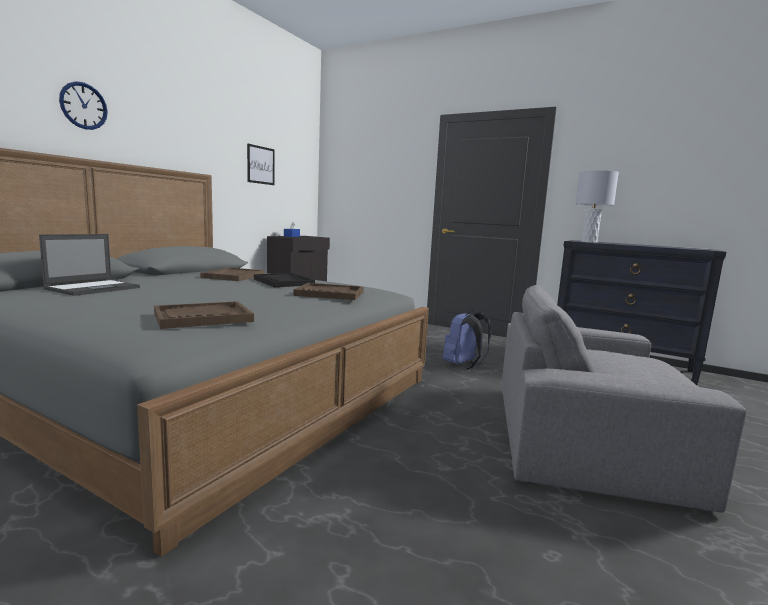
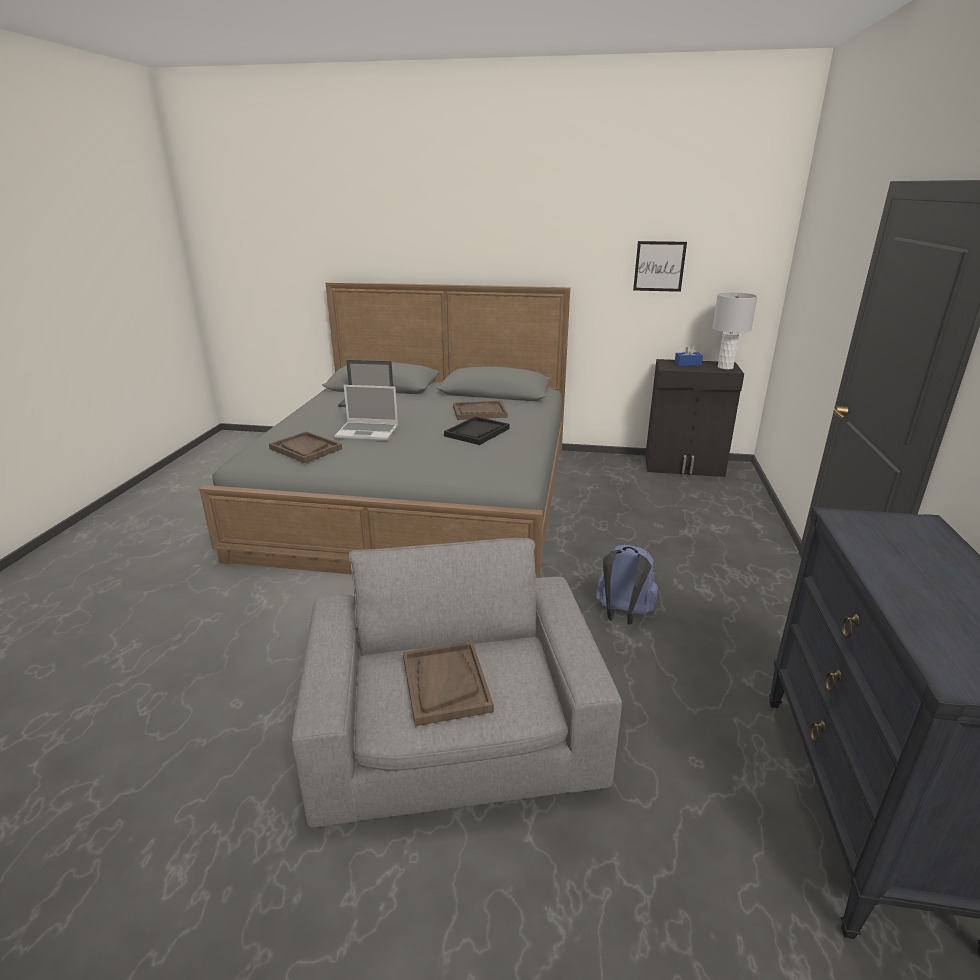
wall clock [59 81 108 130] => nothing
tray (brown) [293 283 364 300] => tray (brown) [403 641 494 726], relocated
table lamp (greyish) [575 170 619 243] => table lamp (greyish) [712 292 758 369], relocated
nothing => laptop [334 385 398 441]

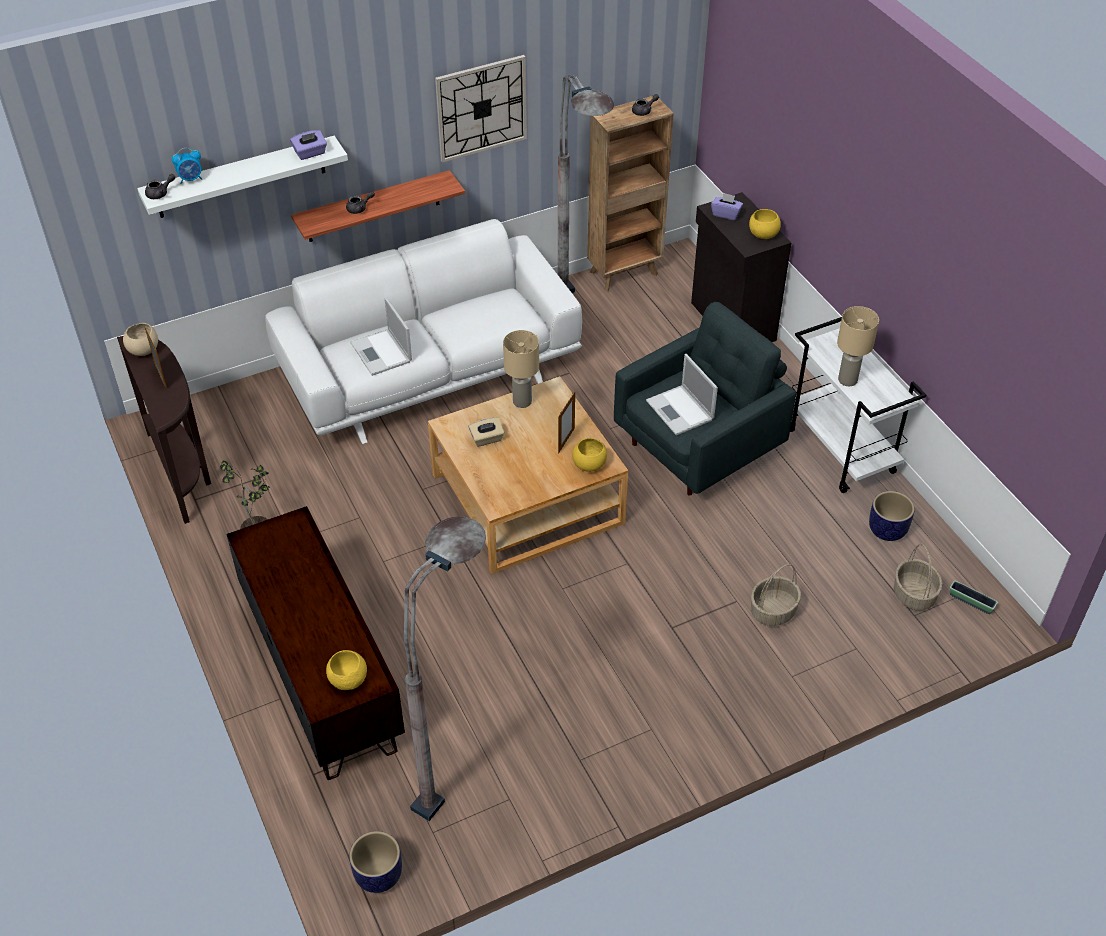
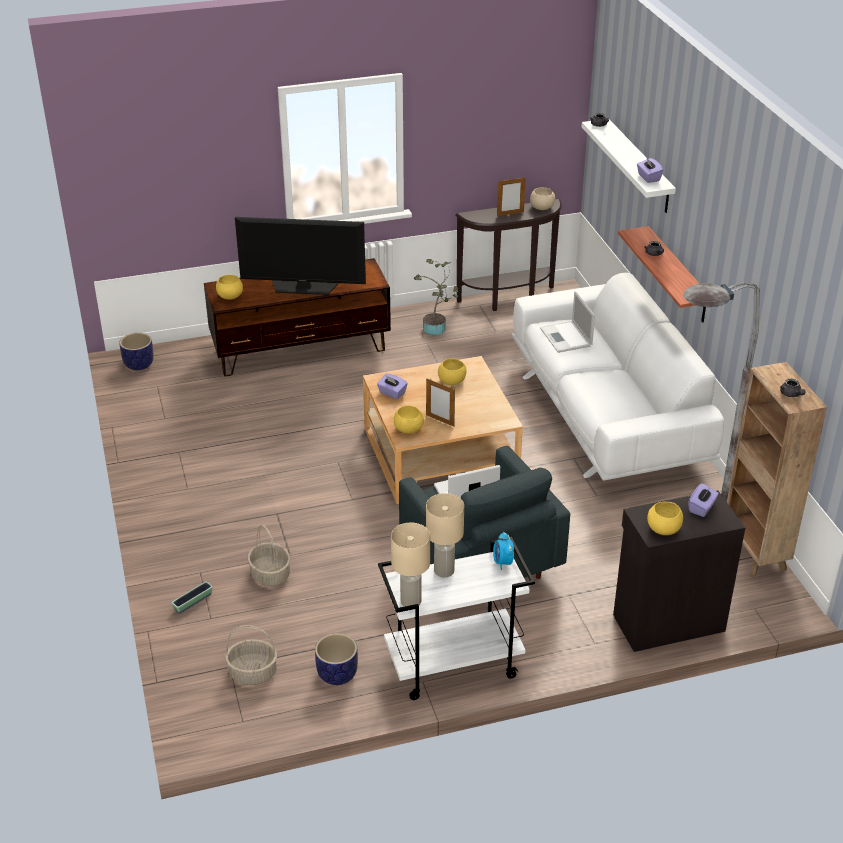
alarm clock [172 148 202 184] => alarm clock [493 532 514 570], relocated
laptop [350 297 412 376] => laptop [540 292 595 353], 90 degrees counterclockwise
standard lamp (greyish) [404 516 486 821] => nothing
wall clock [435 55 527 163] => nothing
tissue box (beige-coloured) [468 417 504 447] => serving bowl (yellowish) [438 358 467 385]
table lamp (beige-coloured) [503 330 539 408] => table lamp (beige-coloured) [391 523 430 607], relocated
flower pot [950 580 998 614] => flower pot [171 581 213 614], relocated
nothing => TV set [235 217 366 295]
nothing => tissue box (purple-coloured) [377 374 408 399]

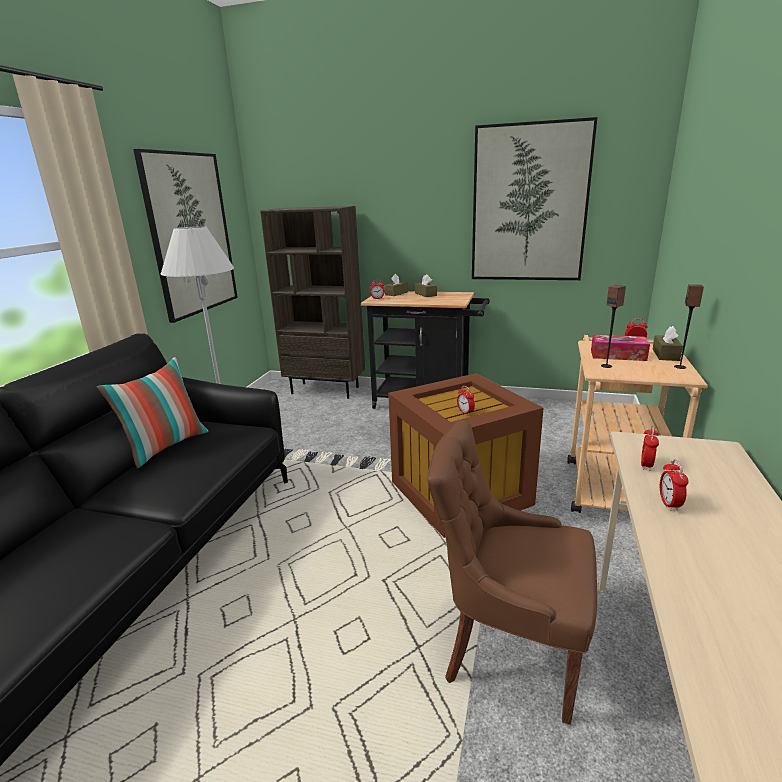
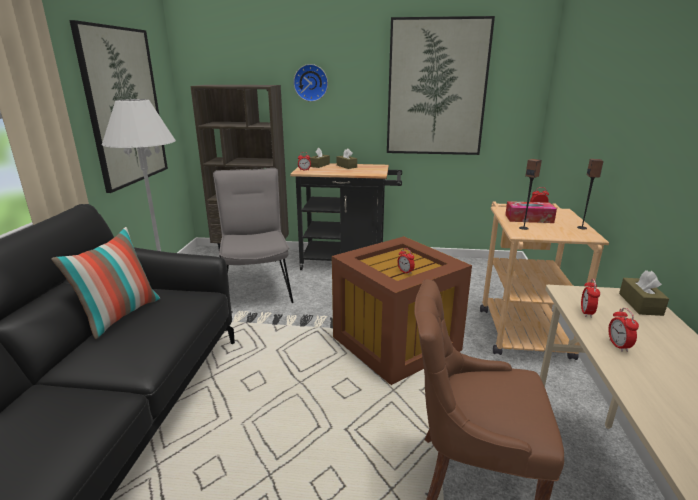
tissue box (brown) [653 326 683 361] => tissue box (brown) [619 270 669 316], relocated
nothing => plain chair (greyish) [213 168 293 303]
nothing => wall clock [294 64 328 102]

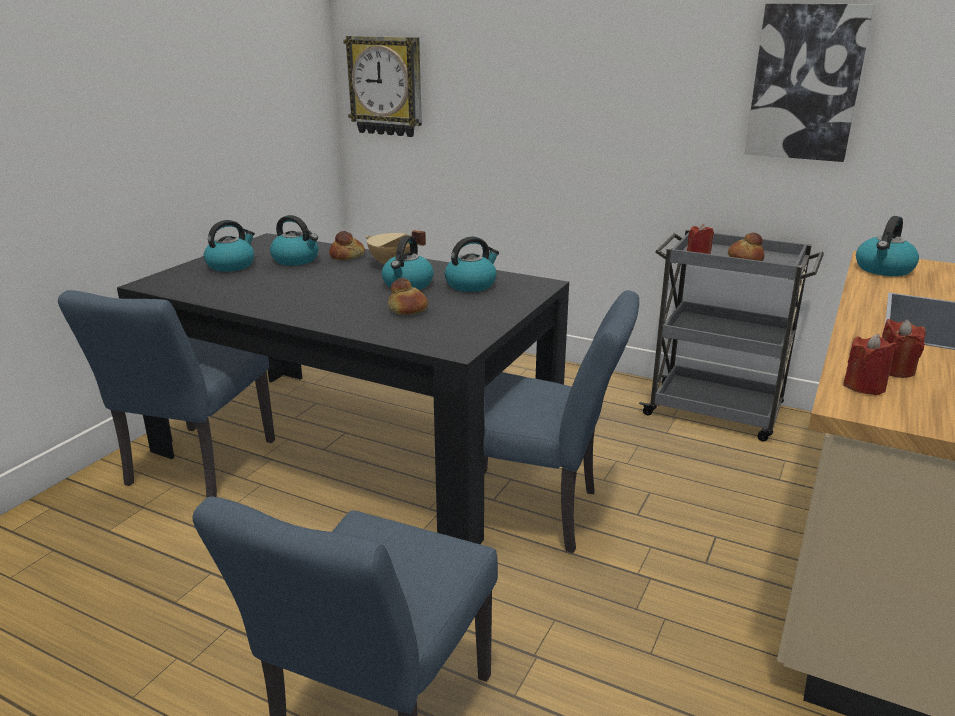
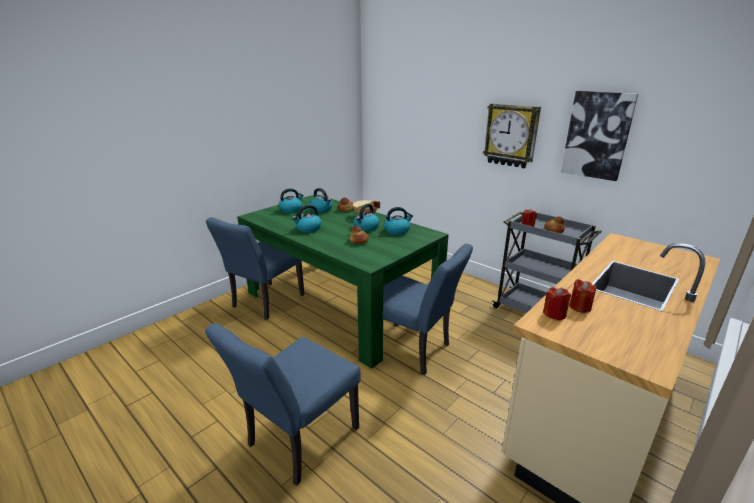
dining table (blackish) [117 233 569 544] => dining table (greenish) [237 194 449 369]
wall clock [343 36 422 137] => wall clock [483 103 541 168], relocated
kettle [856 216 919 276] => kettle [292 205 322 232], relocated

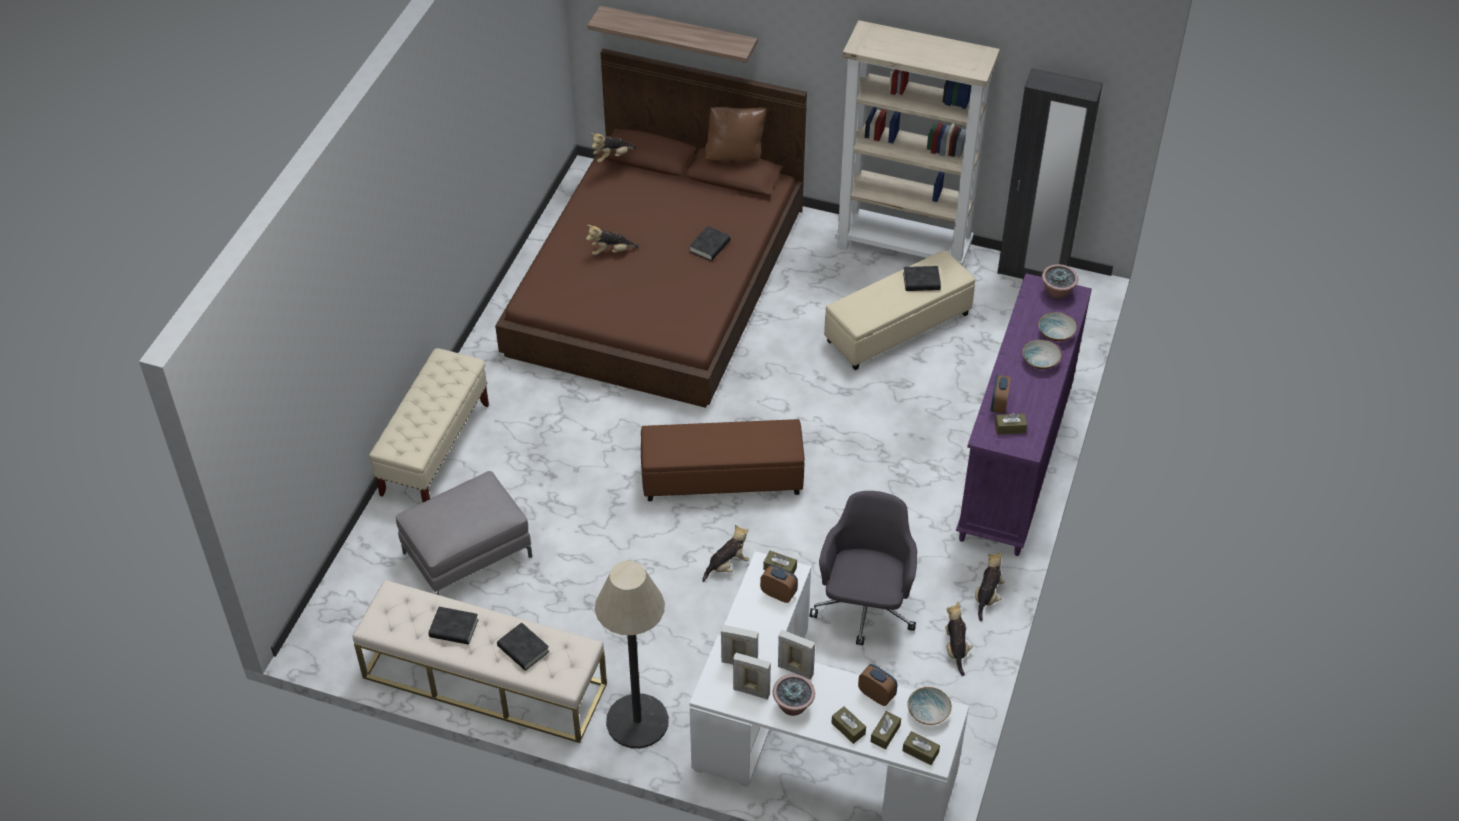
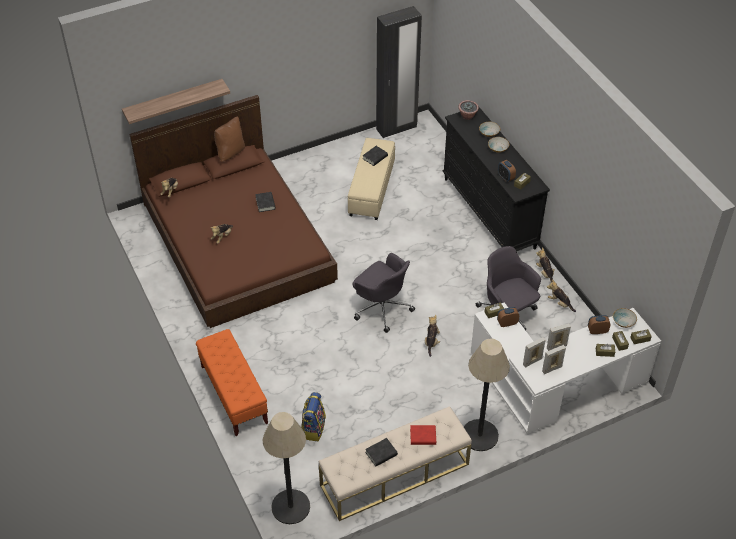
bench (beige-coloured) [369 348 489 502] => bench (orangey) [196 329 268 436]
ottoman (greyish) [396 471 532 595] => rucksack [301 392 326 441]
volume (blackish) [497 623 549 670] => volume (red) [410 425 436 445]
ottoman (brown) [641 419 805 501] => office chair (greyish) [353 253 415 333]
houseplant [773 674 815 716] => nothing
bookcase (beige-coloured) [835 20 1000 266] => nothing
chest of drawers (purple-coloured) [956 273 1092 556] => chest of drawers (blackish) [442 107 550 251]
nothing => standard lamp [262 412 310 524]

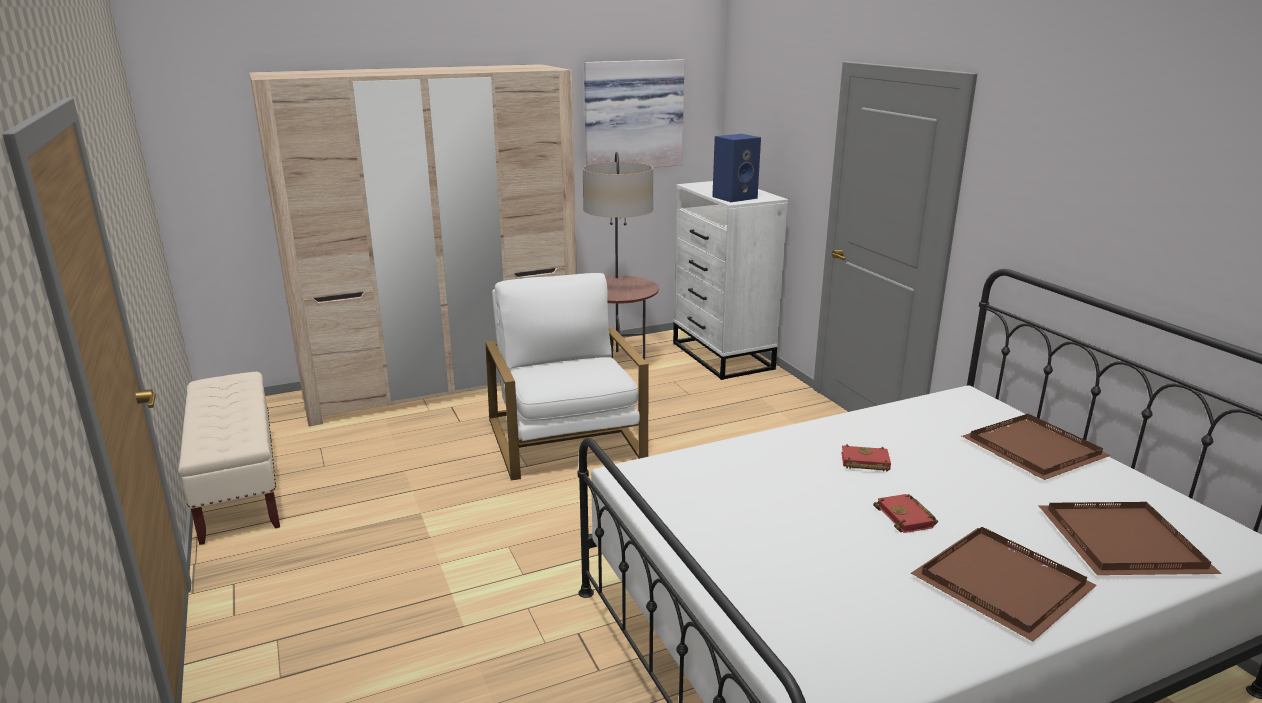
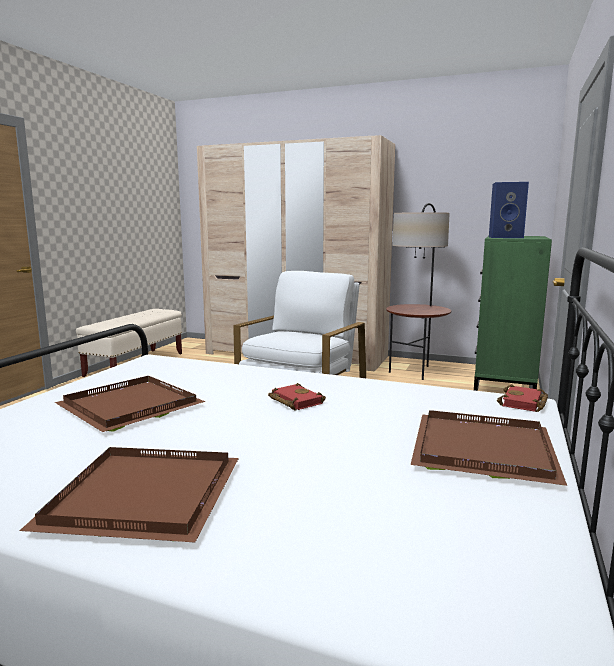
wall picture [584 59 685 168] => nothing
chest of drawers (white-coloured) [673 181 788 380] => chest of drawers (greenish) [474 236 552 391]
volume (red) [873 494 938 533] => volume (red) [497 384 548 412], relocated
tray (brown) [1039 502 1221 575] => tray (brown) [55 376 205 432], relocated

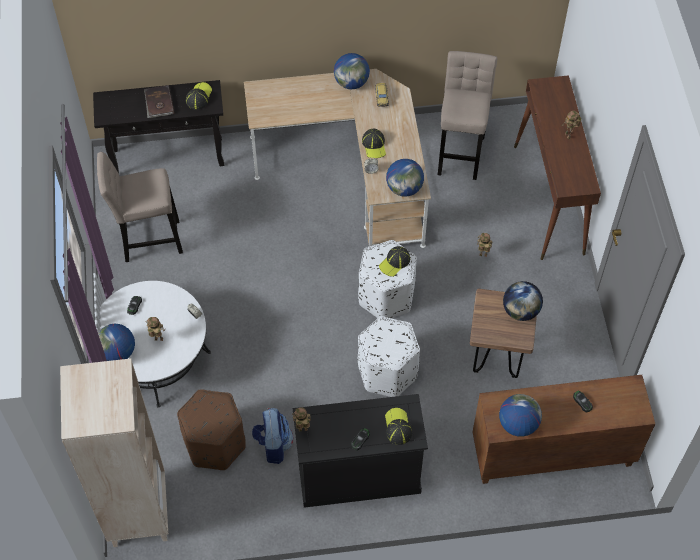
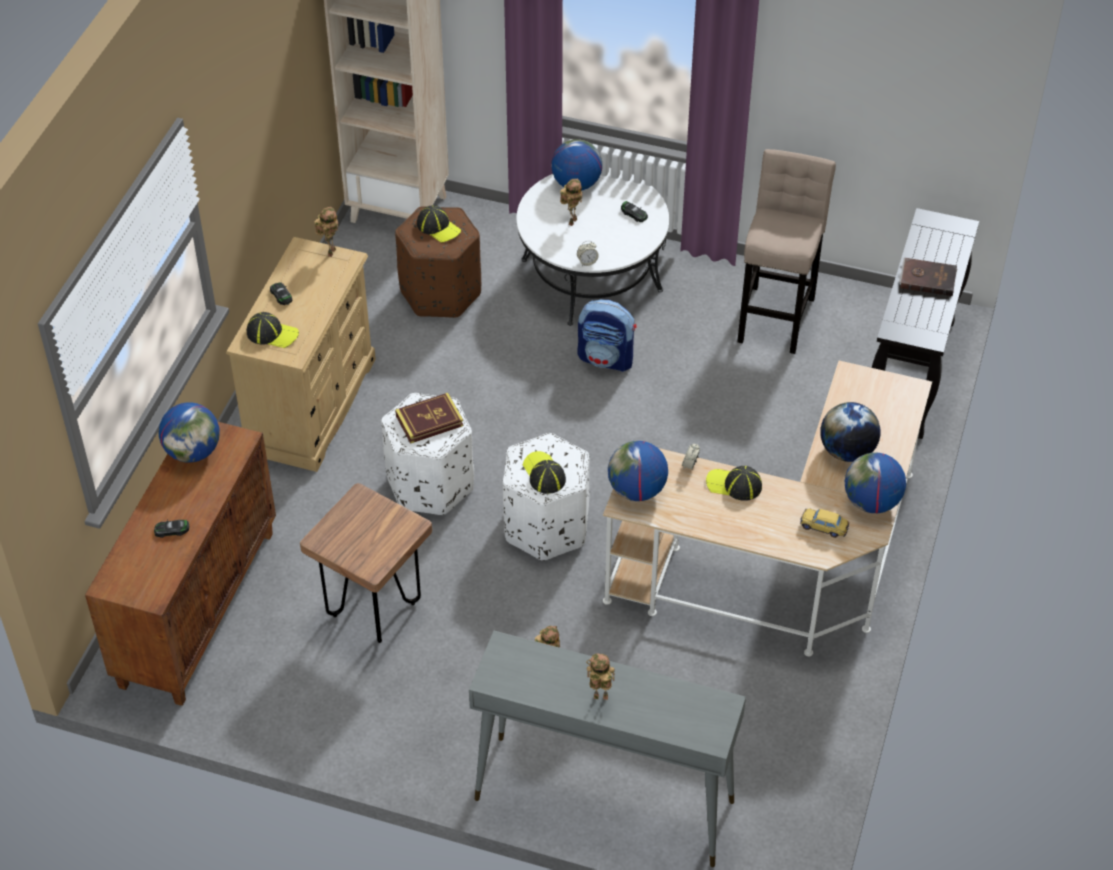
peaked cap [186 82 212 110] => peaked cap [417 205 461 243], relocated
rucksack [252 408 293 464] => rucksack [577 300 637 372], relocated
chest of drawers (blackish) [292 394 428 508] => chest of drawers (beige-coloured) [226 237 376 472]
sitting stool (beige-coloured) [438 51 497 180] => nothing
globe [503 281 543 321] => globe [820 402 880 462], relocated
hall table (brown) [514 75 601 260] => hall table (greyish) [469 631 746 867]
nothing => volume [395 393 463 444]

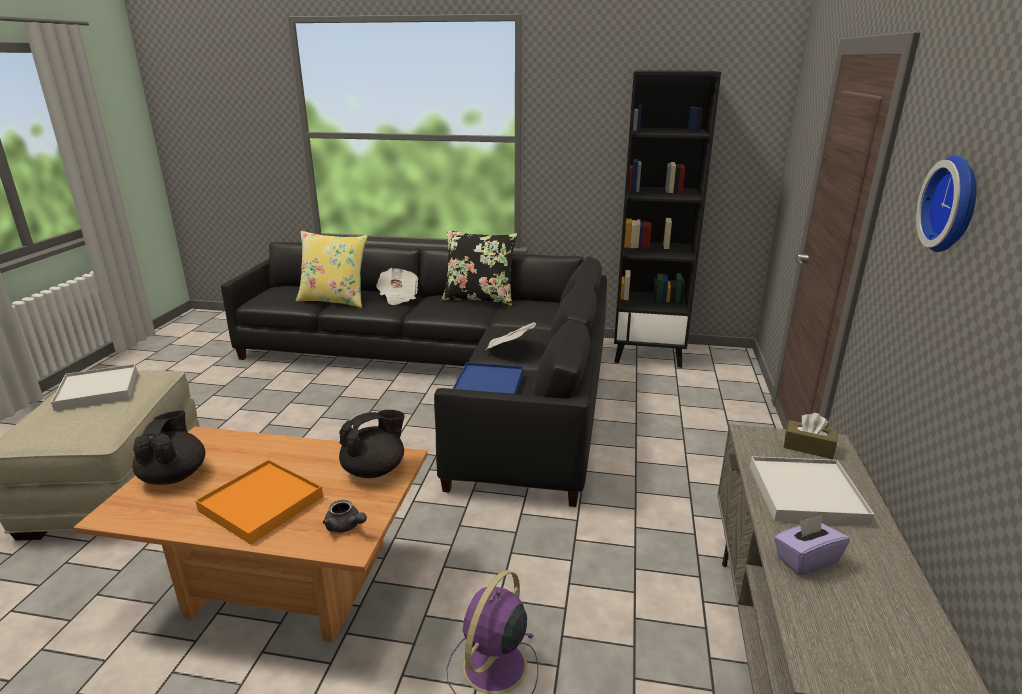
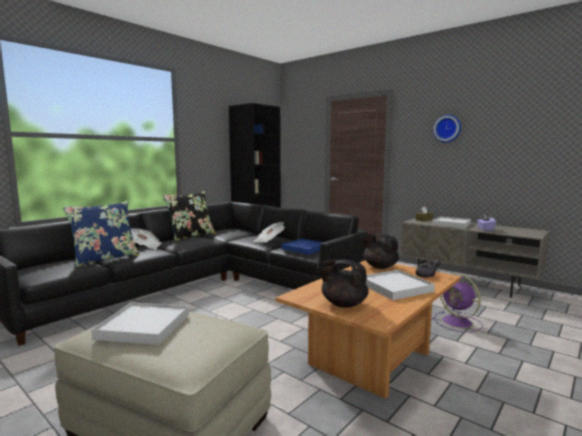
tray (orangey) [195 460 323 545] => tray (white-coloured) [366 270 435 300]
cushion (yellowish) [296 231 368 308] => cushion (blue) [63 201 140 267]
teapot (blackish) [339 410 405 478] => teapot (blackish) [361 233 399 269], 45 degrees counterclockwise

